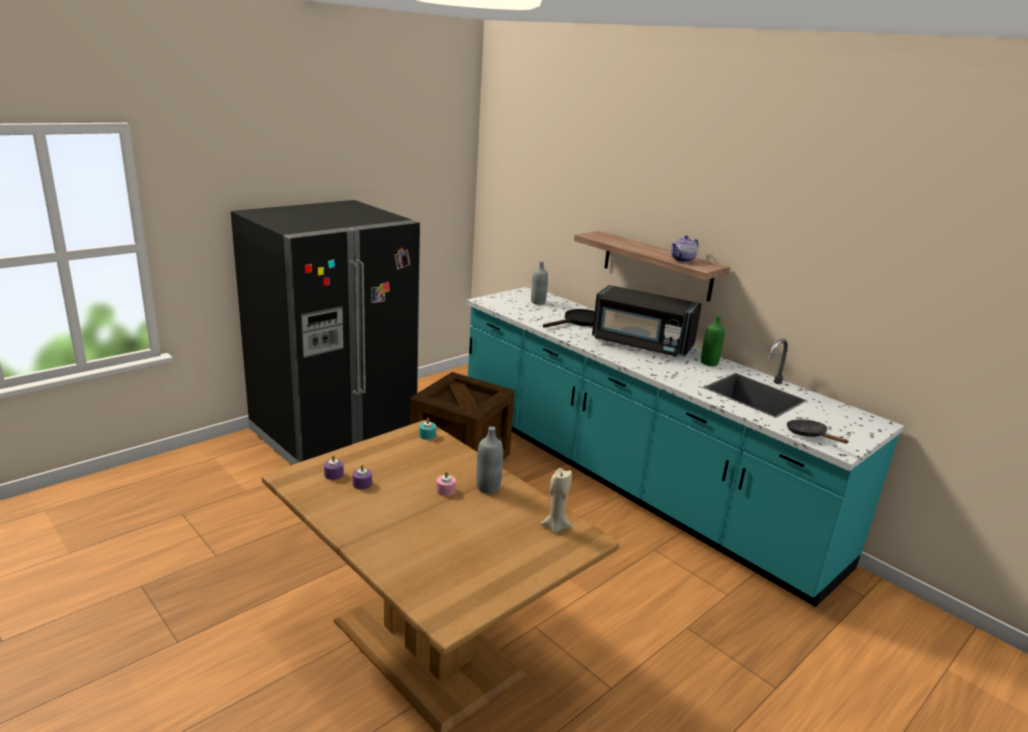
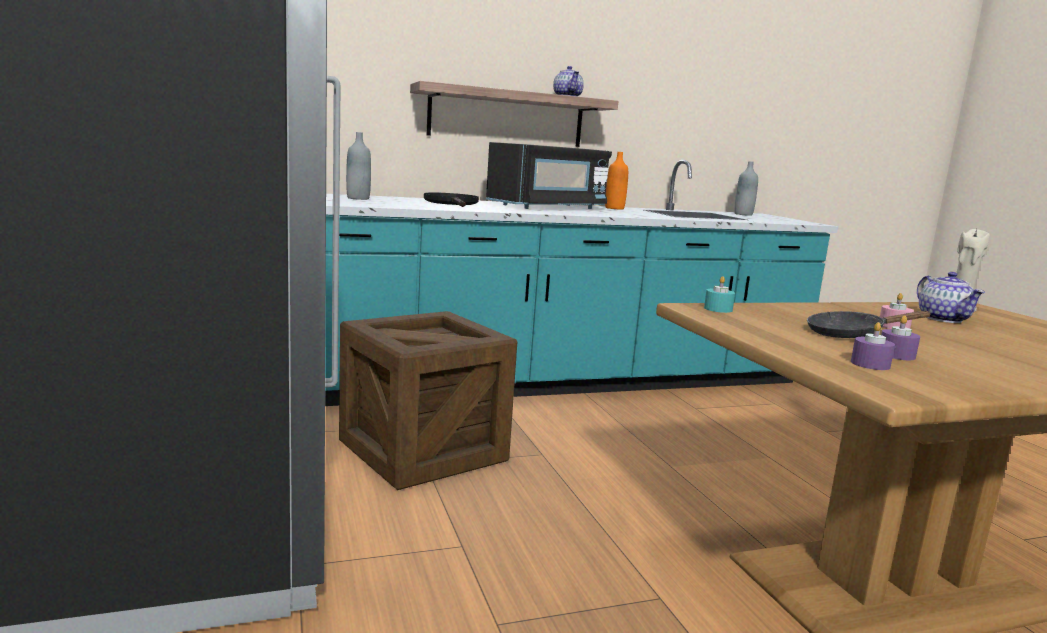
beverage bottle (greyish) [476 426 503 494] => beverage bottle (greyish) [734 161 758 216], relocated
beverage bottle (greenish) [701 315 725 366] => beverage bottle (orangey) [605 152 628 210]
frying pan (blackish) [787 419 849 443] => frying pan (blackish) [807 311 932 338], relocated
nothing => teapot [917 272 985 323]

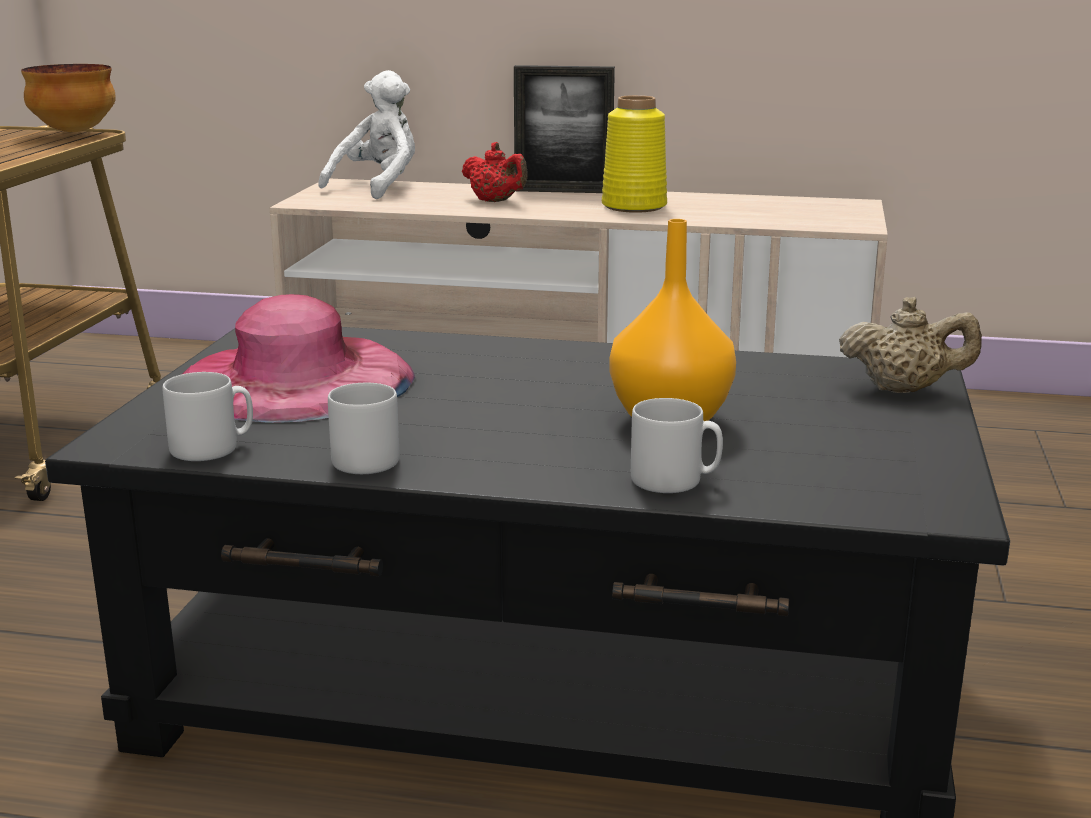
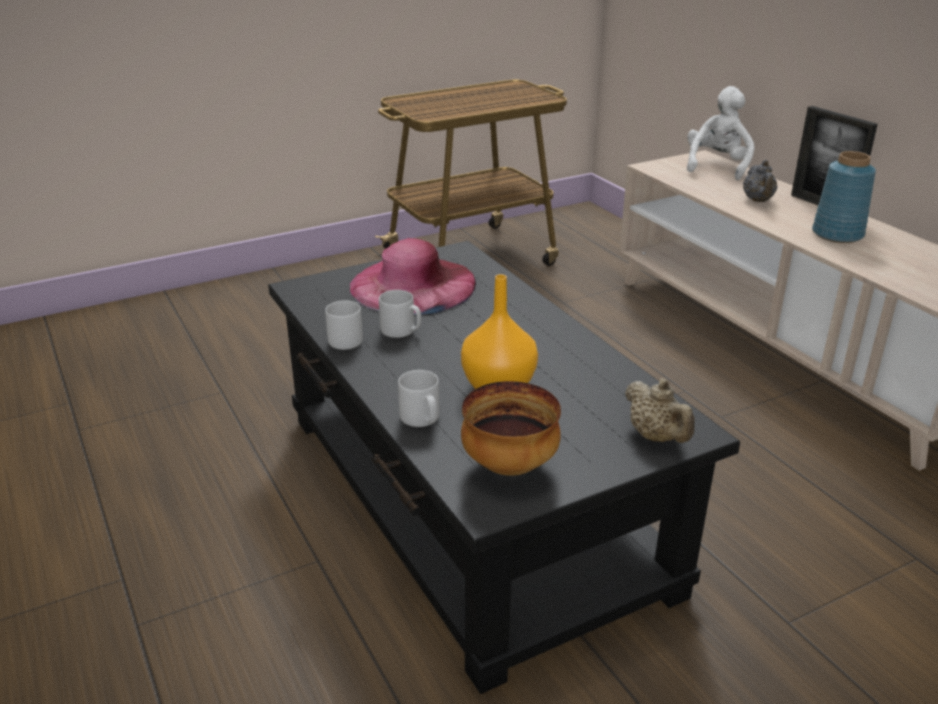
serving bowl [21 64 116 132] => serving bowl [461 381 561 476], relocated
coffee mug (greyish) [163 372 253 461] => coffee mug (greyish) [379 290 421 338], relocated
soft toy (white-coloured) [318 70 415 199] => soft toy (white-coloured) [687 86 755 180], 60 degrees counterclockwise
teapot (red) [462 142 528 202] => teapot (greyish) [743 160 777 202]
vase (yellowish) [602 95 667 213] => vase (blue) [812 151 876 243]

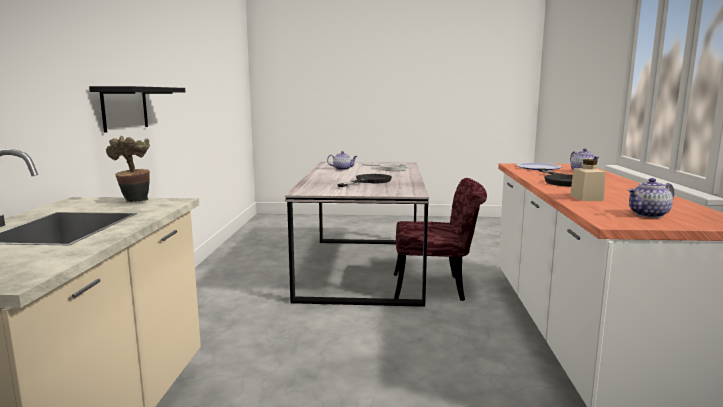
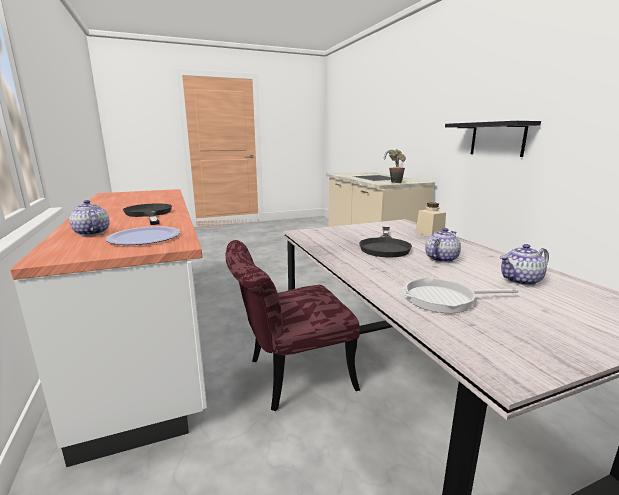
storage jar (beige-coloured) [570 159 605 201] => storage jar (beige-coloured) [416 202 446 237], relocated
teapot [628 178 674 218] => teapot [425 228 461 263], relocated

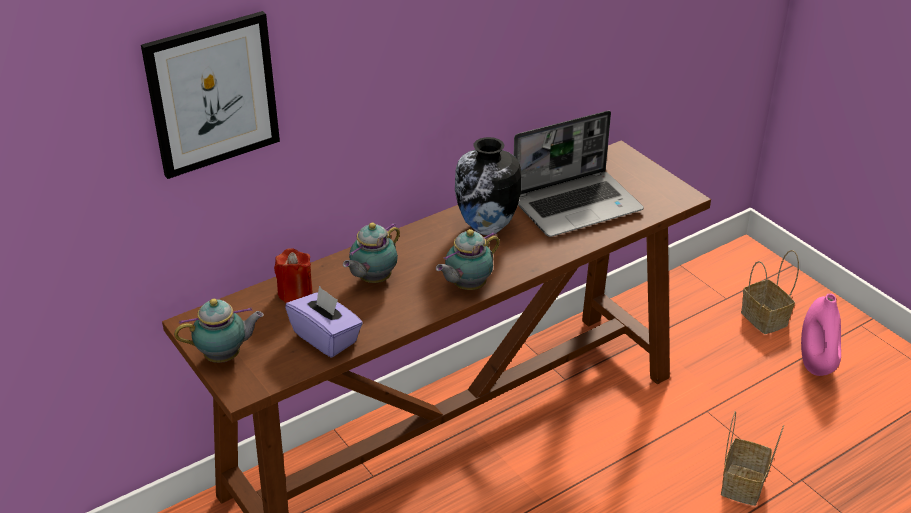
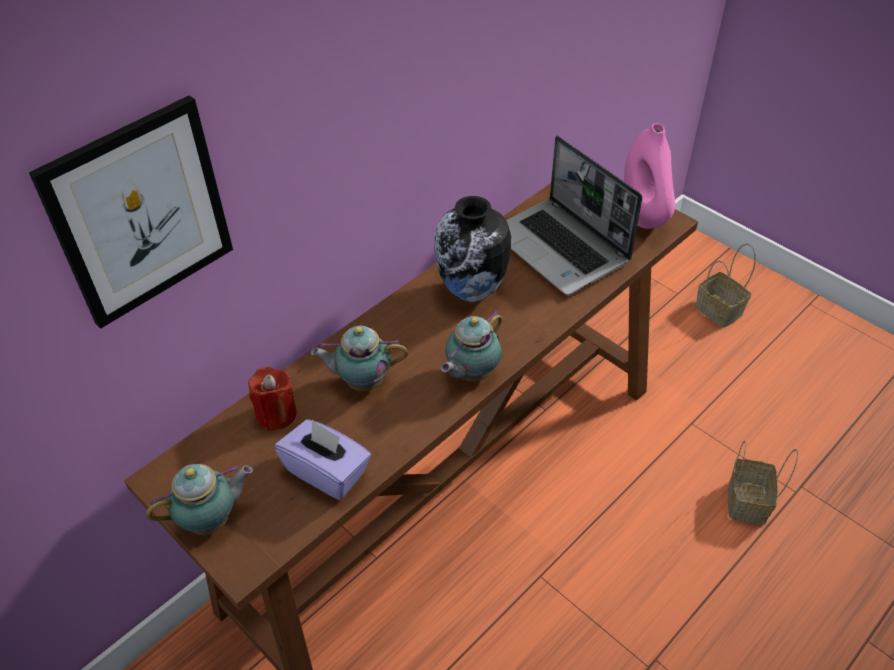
teapot [343 223 400 283] => teapot [311 326 408 391], 60 degrees clockwise
laptop [513 110 644 237] => laptop [506 135 642 295], 90 degrees clockwise
vase (pinkish) [801 293 841 376] => vase (pinkish) [624 123 675 229], relocated

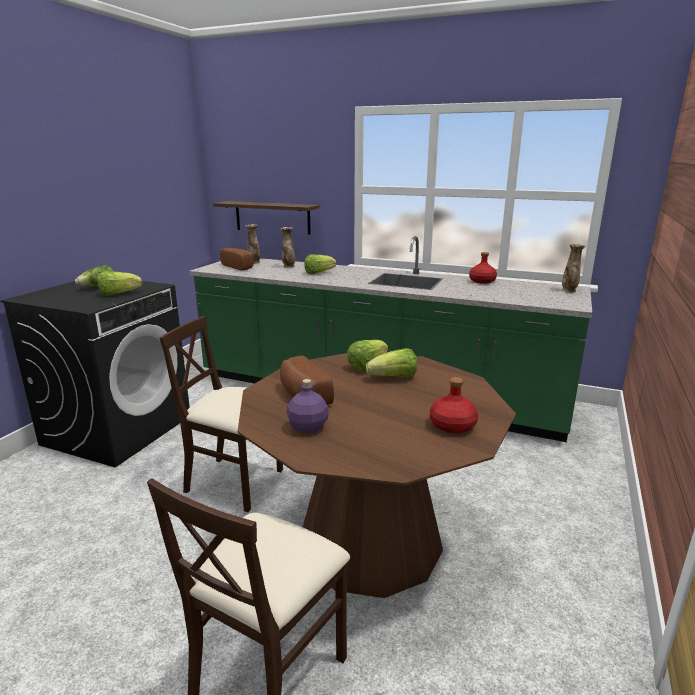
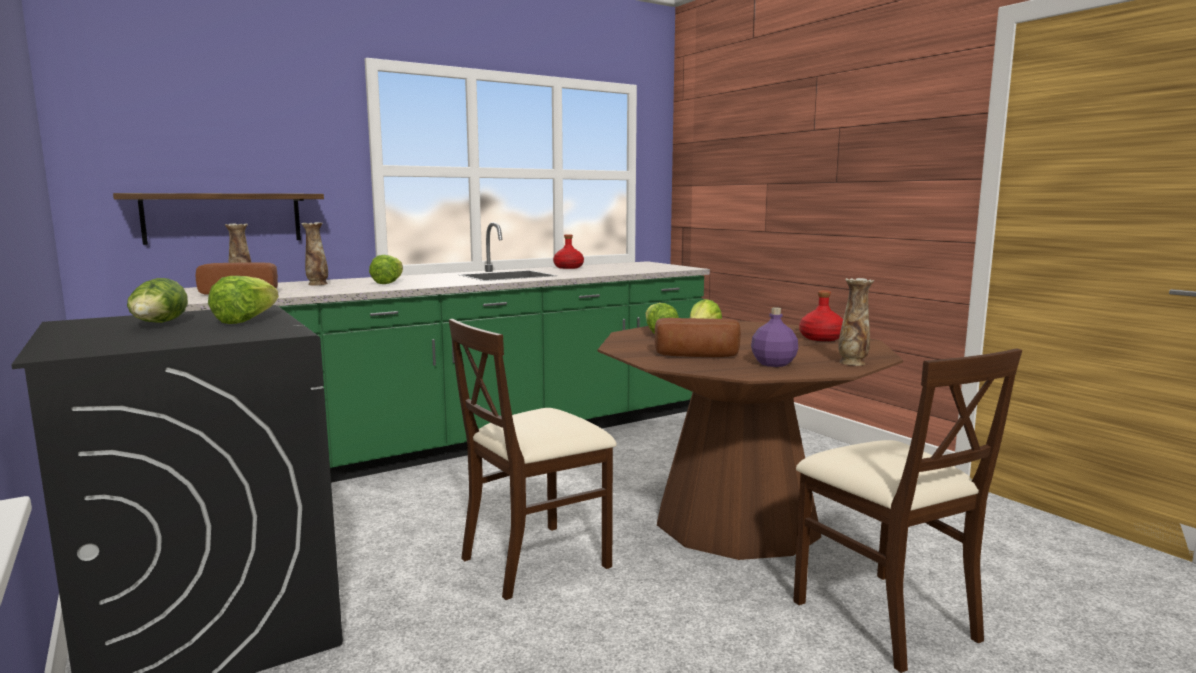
vase [562 243 586 292] => vase [838 278 875 366], relocated

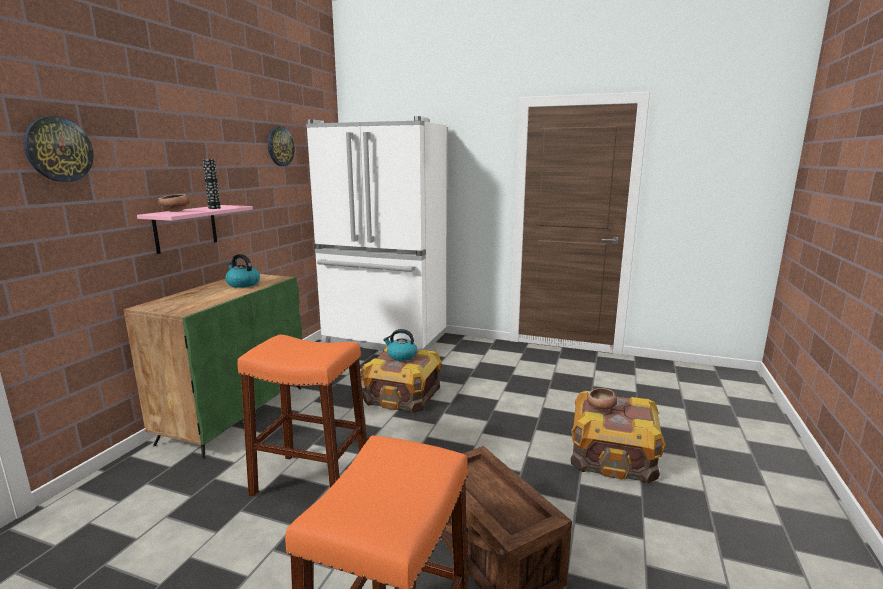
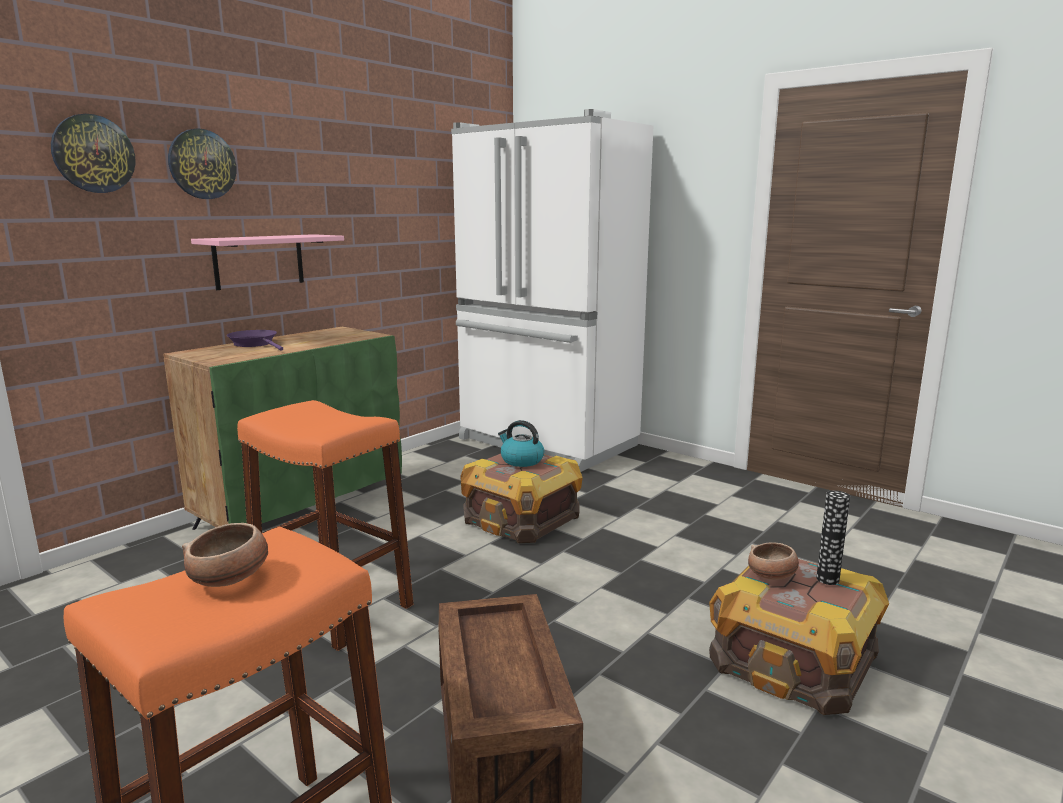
serving bowl [158 194 190 212] => serving bowl [182 523 268 587], relocated
vase [202 159 221 209] => vase [816 490 850 585], relocated
kettle [225 254 260 288] => nothing
wall clock [268 126 294 166] => wall clock [168 128 236 199], relocated
nothing => frying pan (purple-coloured) [227 330 283 351]

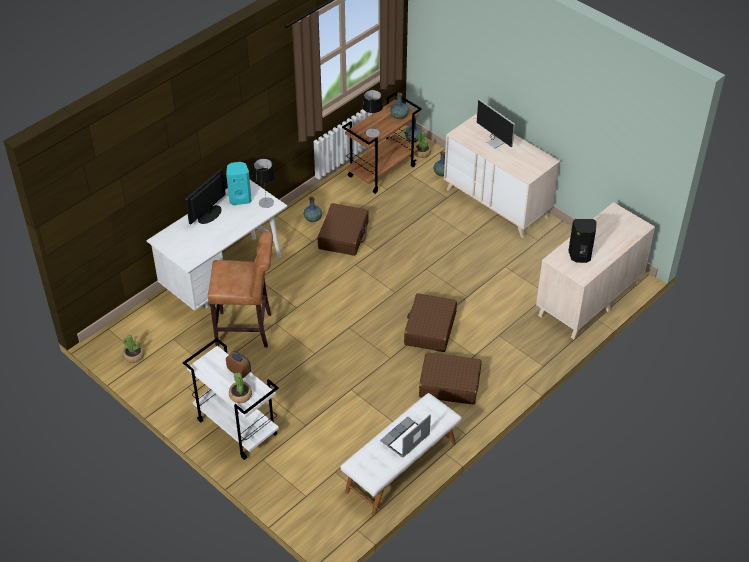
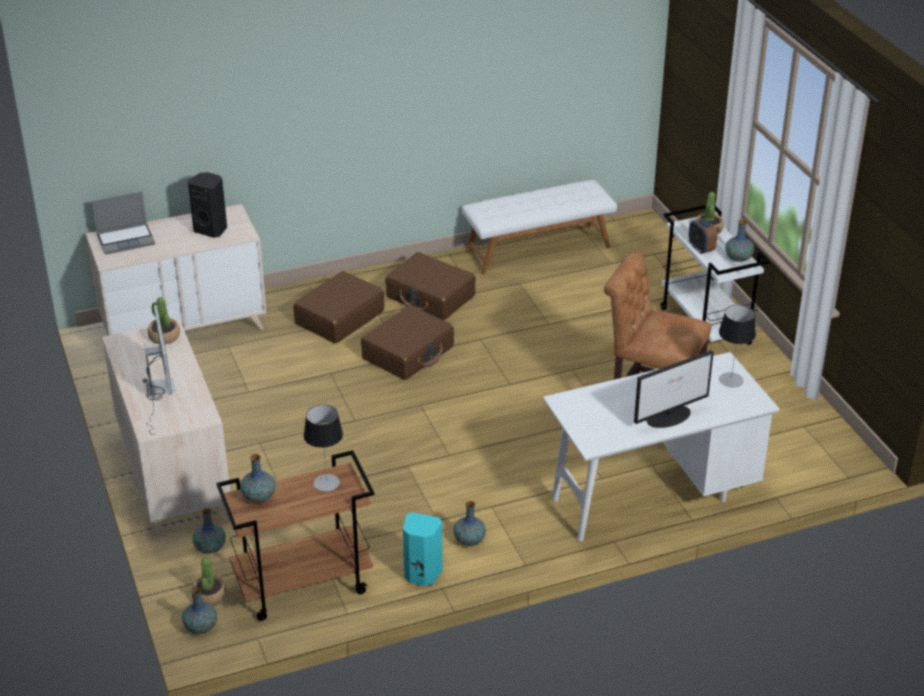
houseplant [123 335 144 363] => houseplant [148 297 180 344], relocated
loudspeaker (blue-green) [226 162 252 205] => loudspeaker (blue-green) [403 512 443 586], relocated
table lamp [253 158 275 208] => table lamp [719 305 756 387], relocated
piece of luggage (brown) [318 203 369 256] => piece of luggage (brown) [293 271 384 344], relocated
laptop [380 414 431 458] => laptop [92 191 155 254], relocated
nothing => vase [725 220 754 262]

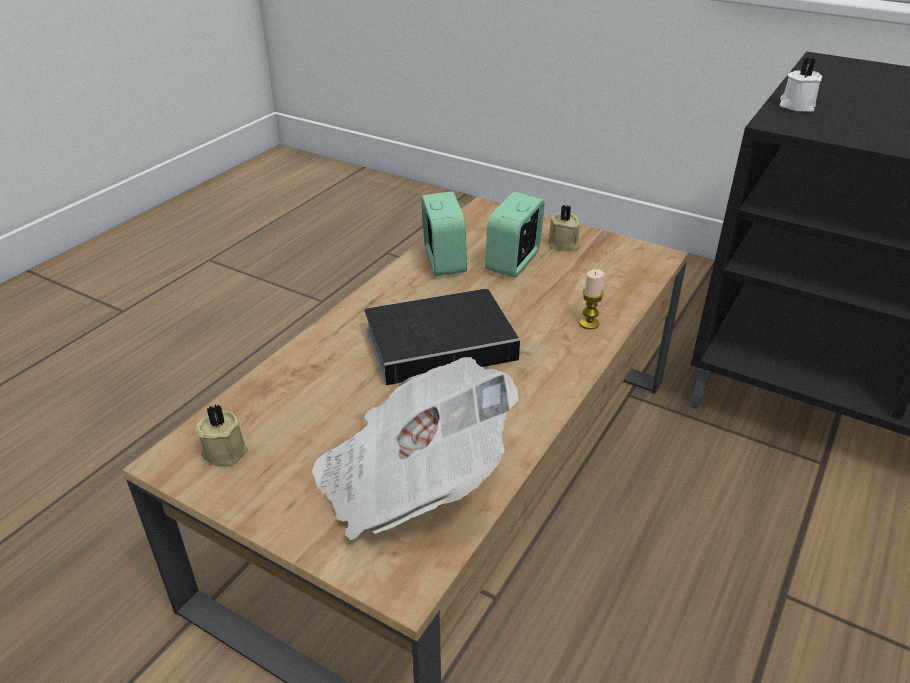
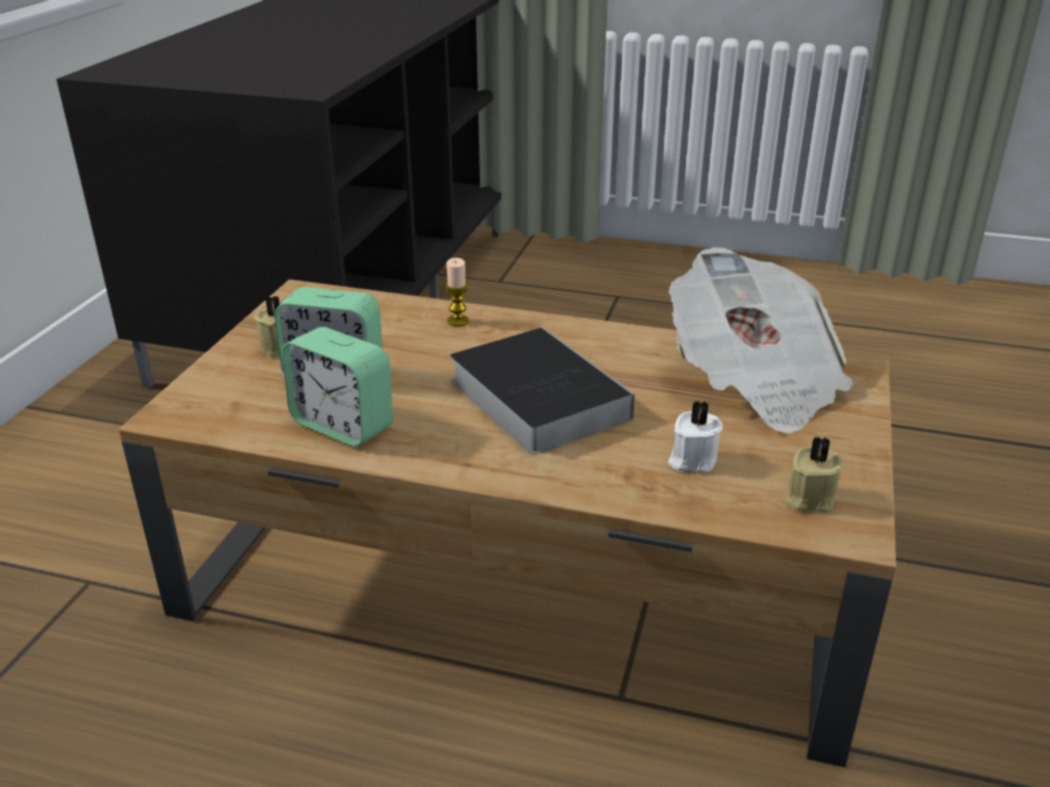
alarm clock [421 192 467 276] => alarm clock [282 327 393 447], 120 degrees counterclockwise
wax candle (white-coloured) [780 57 822 112] => wax candle (white-coloured) [668 401 723 473], relocated

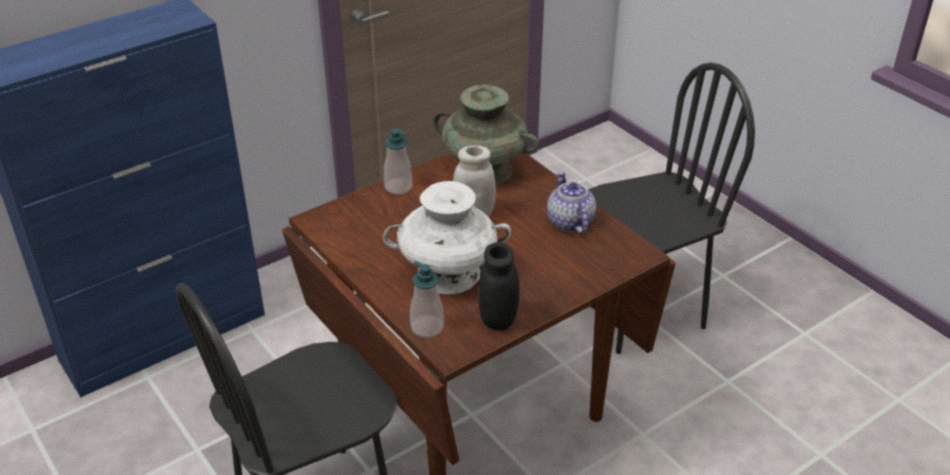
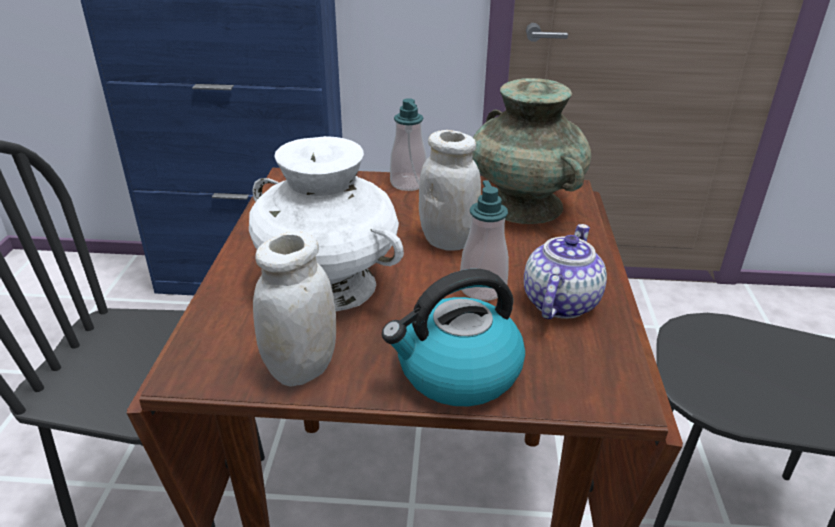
liquid soap bottle [410 261 444 338] => liquid soap bottle [460 180 509 301], relocated
storage jar (blackish) [478 243 520 331] => storage jar (white-coloured) [253 231 336 387]
nothing => kettle [382 269 525 406]

